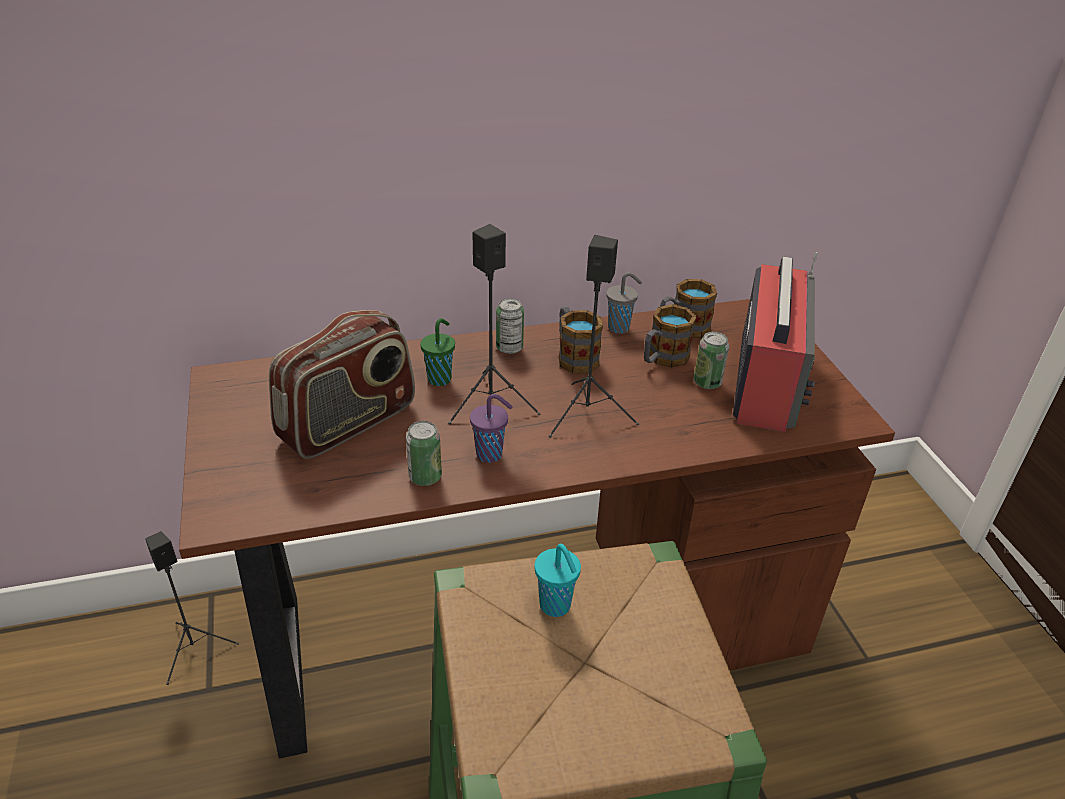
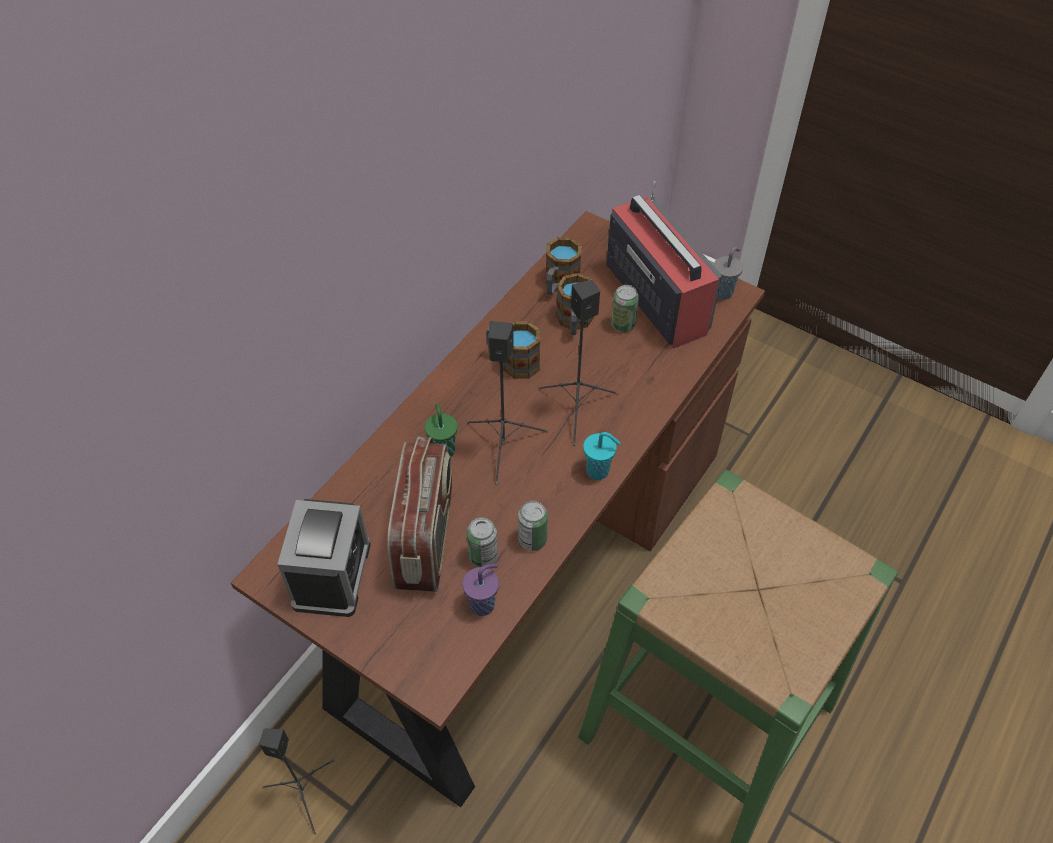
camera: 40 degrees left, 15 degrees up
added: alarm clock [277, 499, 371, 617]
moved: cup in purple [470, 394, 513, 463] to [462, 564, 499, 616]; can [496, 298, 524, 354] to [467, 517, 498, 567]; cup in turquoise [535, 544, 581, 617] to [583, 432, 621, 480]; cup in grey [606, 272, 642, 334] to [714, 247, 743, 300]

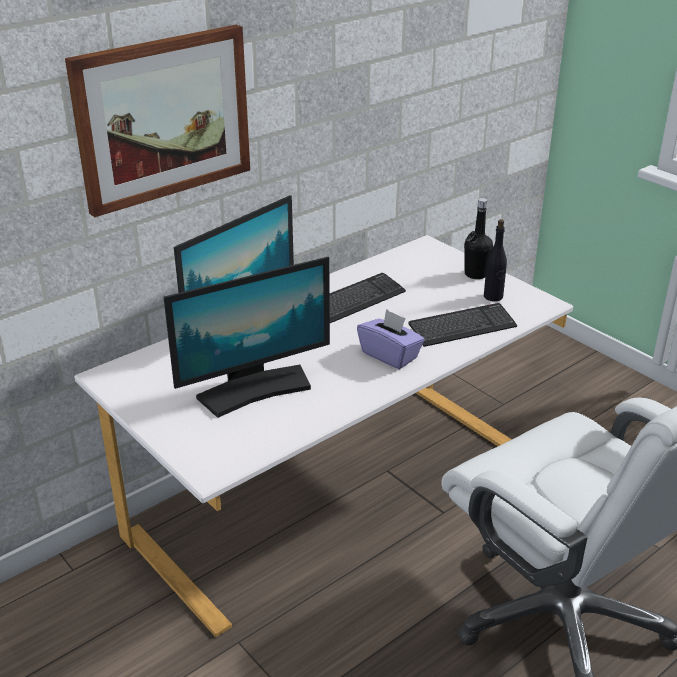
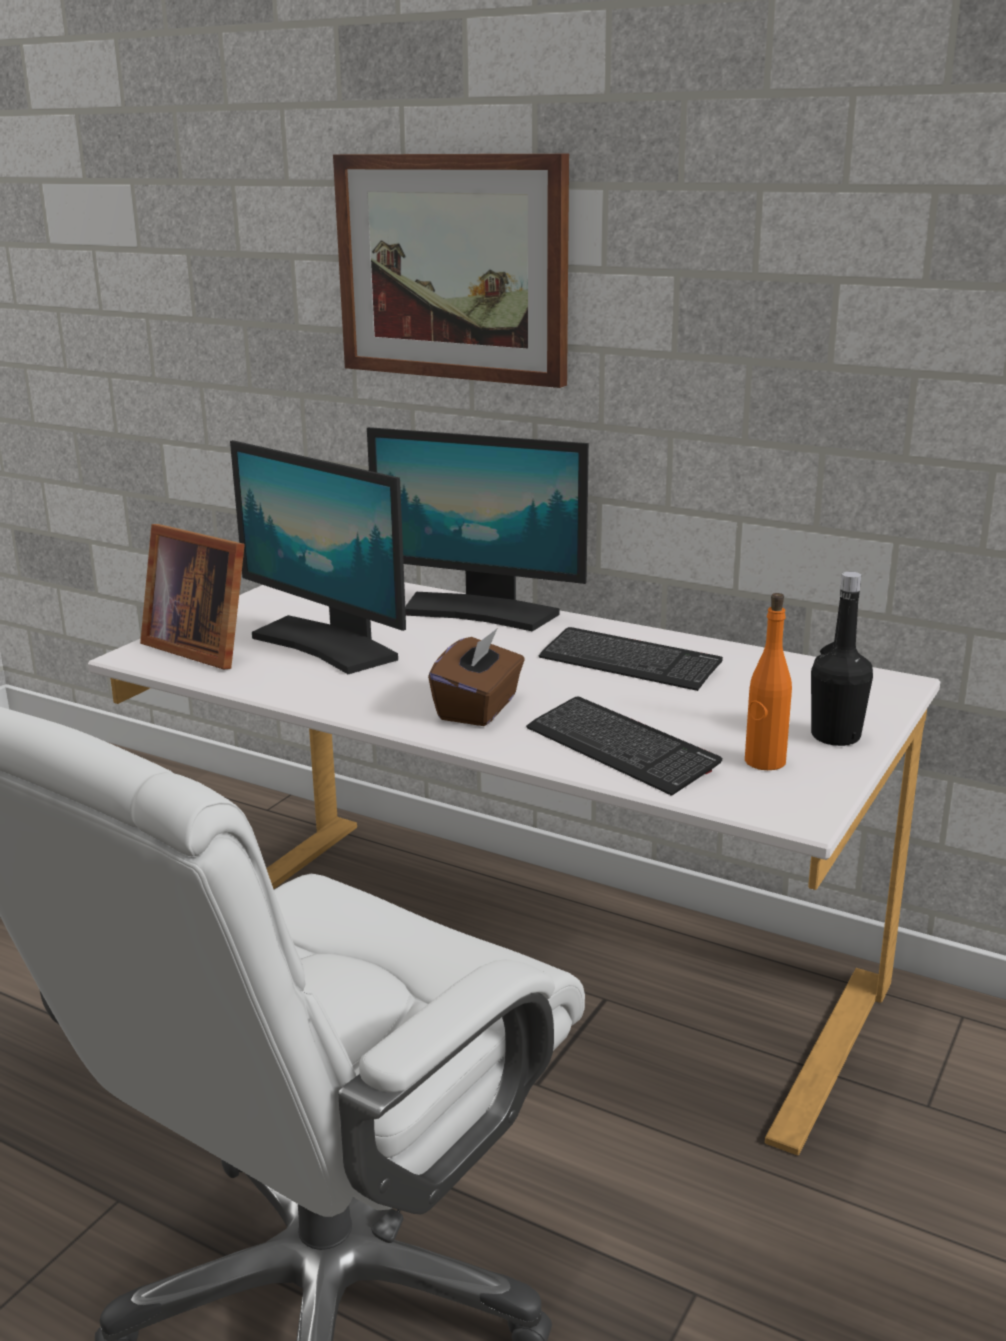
camera: 70 degrees right, 10 degrees down
added: picture frame [140, 524, 245, 669]
recoloured: tissue box in purple [357, 309, 425, 369] to tissue box in brown [428, 628, 525, 726]; bottle in black [484, 219, 507, 301] to bottle in orange [745, 593, 792, 770]

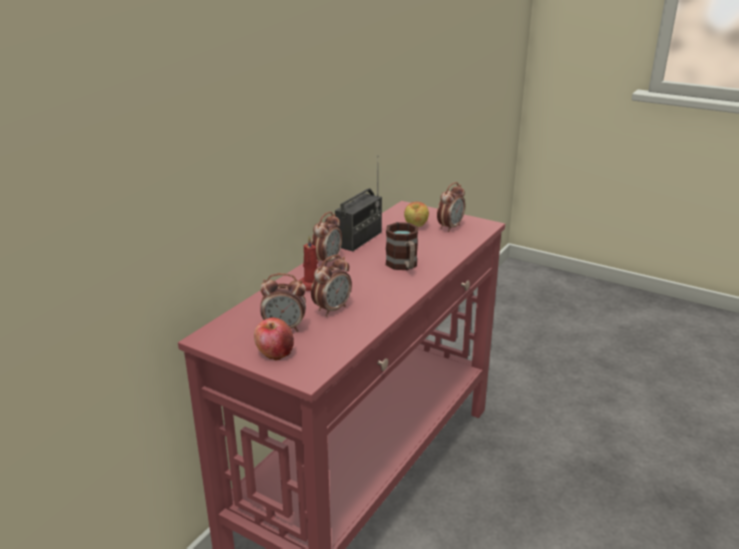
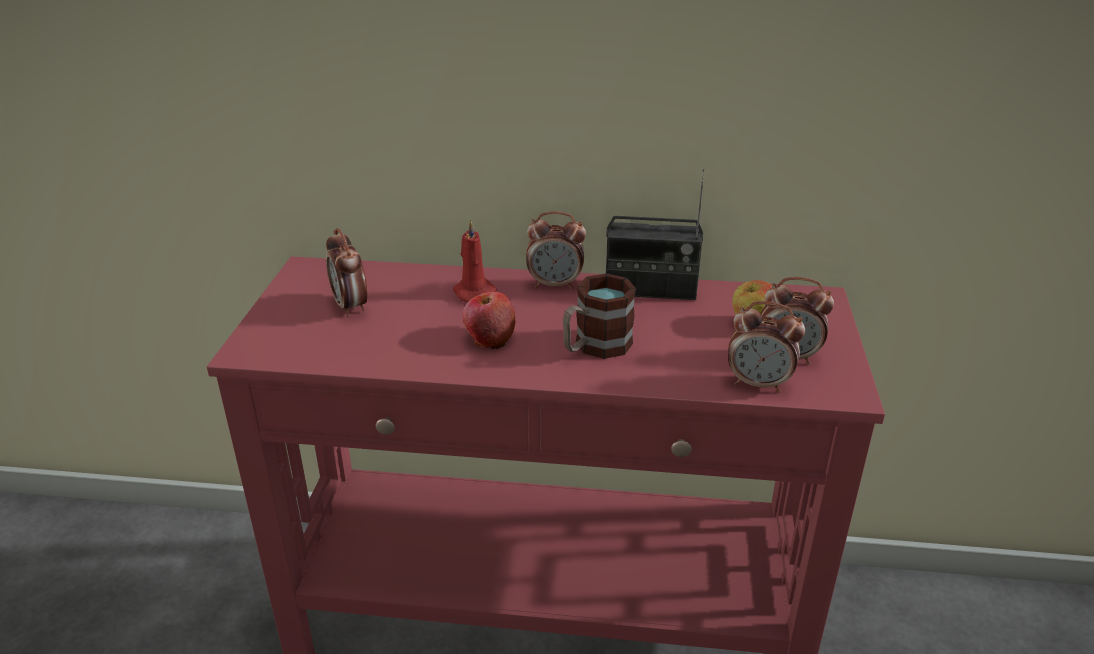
camera: 65 degrees right, 5 degrees up
moved: apple [254, 317, 294, 361] to [463, 292, 516, 349]; alarm clock [311, 254, 352, 316] to [728, 301, 805, 393]

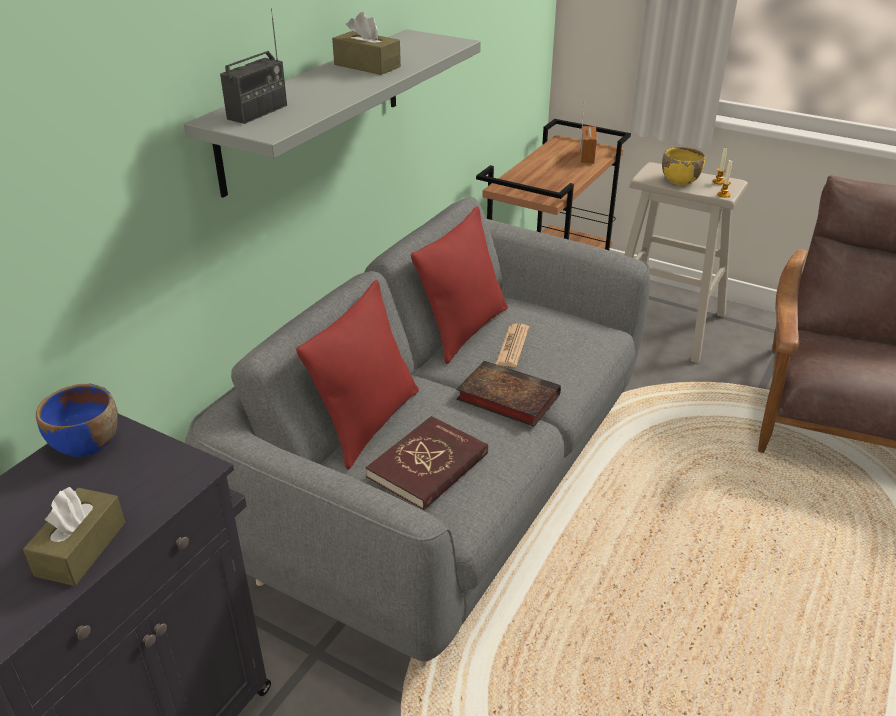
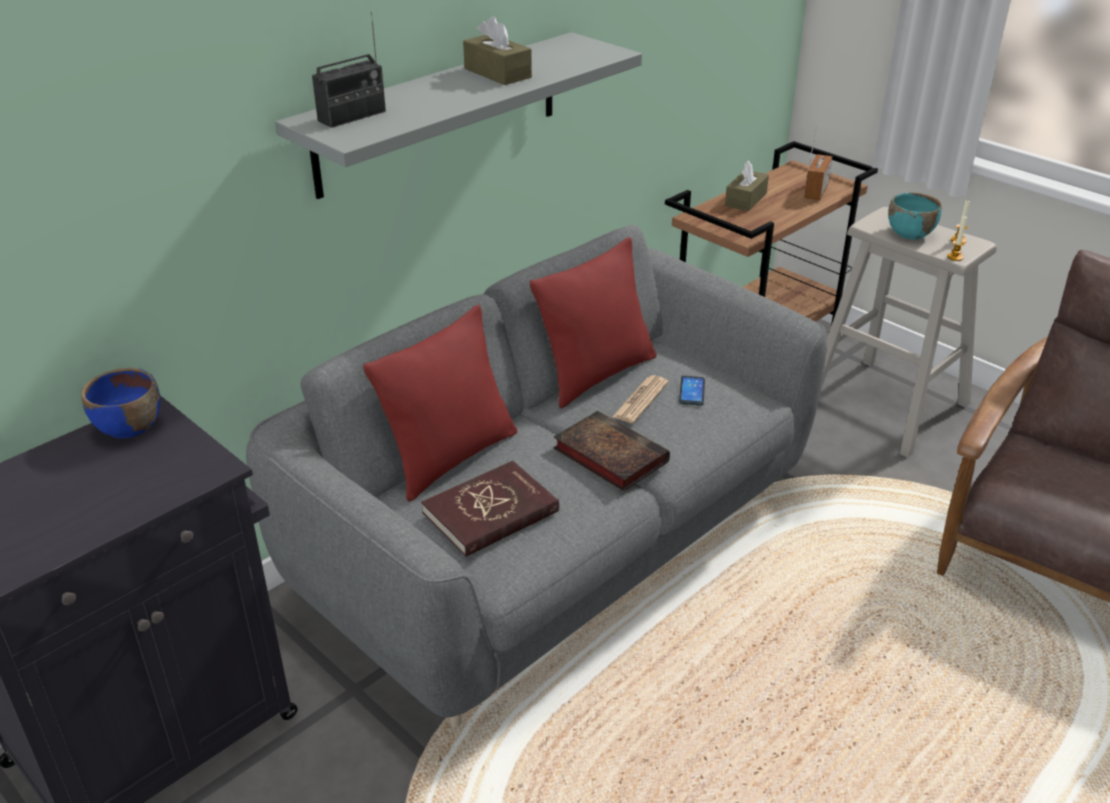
camera: 15 degrees right, 0 degrees up
added: phone [679, 376, 705, 406]
moved: tissue box in brown [23, 487, 125, 586] to [725, 160, 769, 211]
recoloured: bowl in yellow [662, 147, 705, 185] to bowl in turquoise [888, 193, 942, 240]

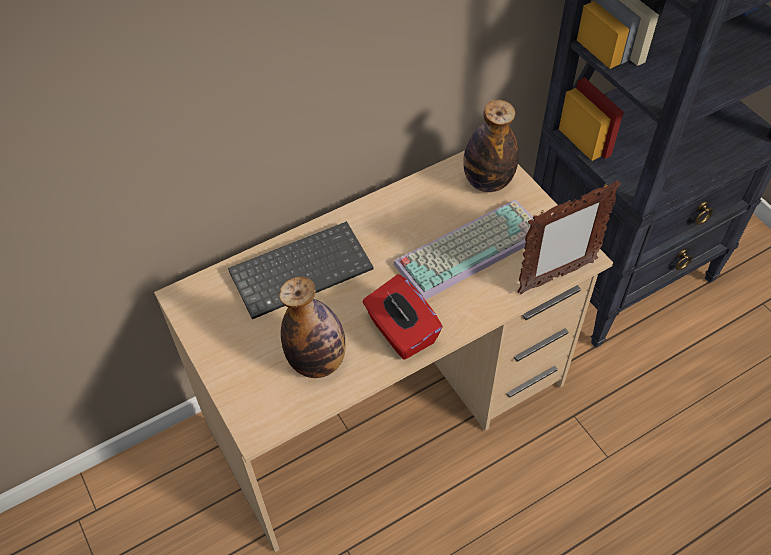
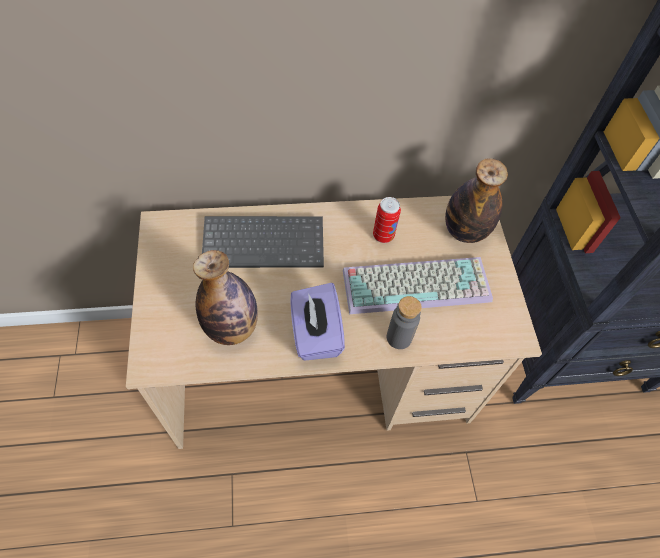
camera: 20 degrees right, 5 degrees up
removed: picture frame [517, 180, 621, 294]
added: can [373, 197, 401, 243]; bottle in grey [387, 296, 422, 349]
recoloured: tissue box in red [363, 274, 443, 359] to tissue box in purple [290, 283, 345, 361]

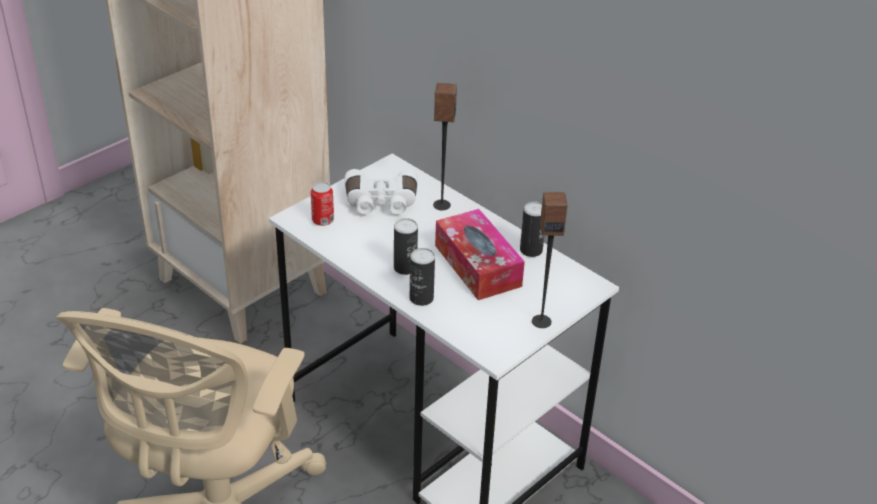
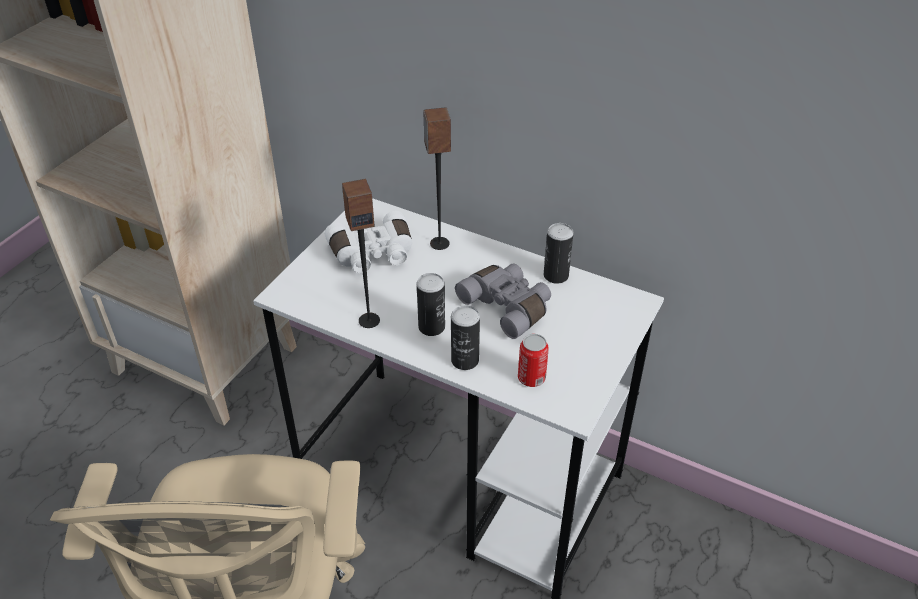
camera: 15 degrees left, 5 degrees up
moved: can [311, 182, 334, 226] to [518, 334, 549, 387]; speaker [532, 192, 567, 328] to [342, 178, 380, 328]
replaced: tissue box [435, 209, 525, 300] to binoculars in grey [455, 263, 551, 339]

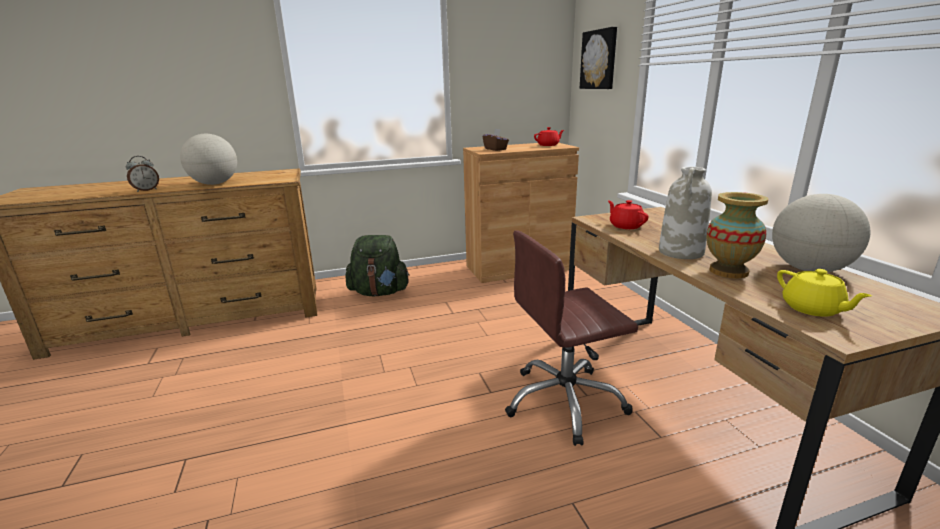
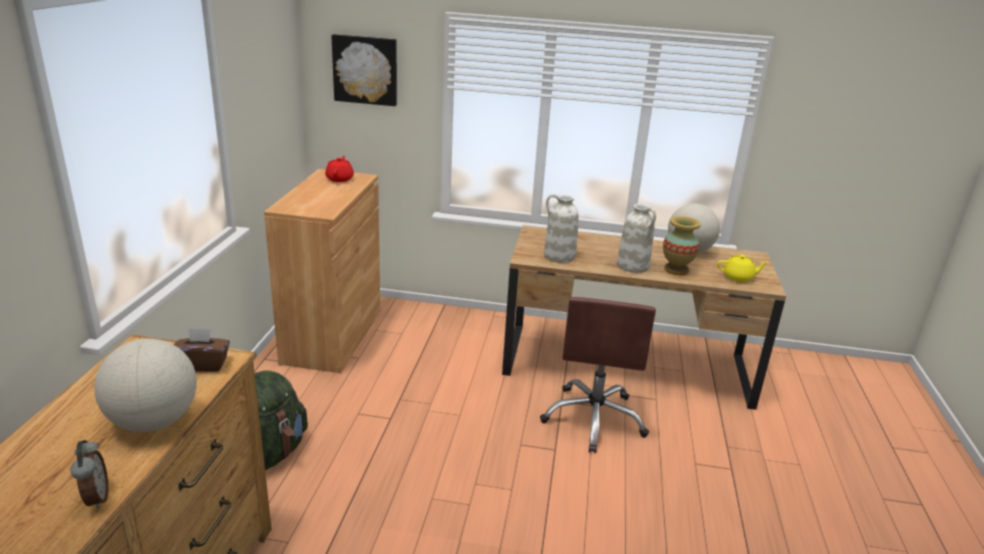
camera: 65 degrees left, 5 degrees up
moved: tissue box in brown [482, 129, 509, 151] to [173, 328, 230, 372]
replaced: teapot in red [608, 200, 648, 229] to vase in white [544, 194, 579, 263]

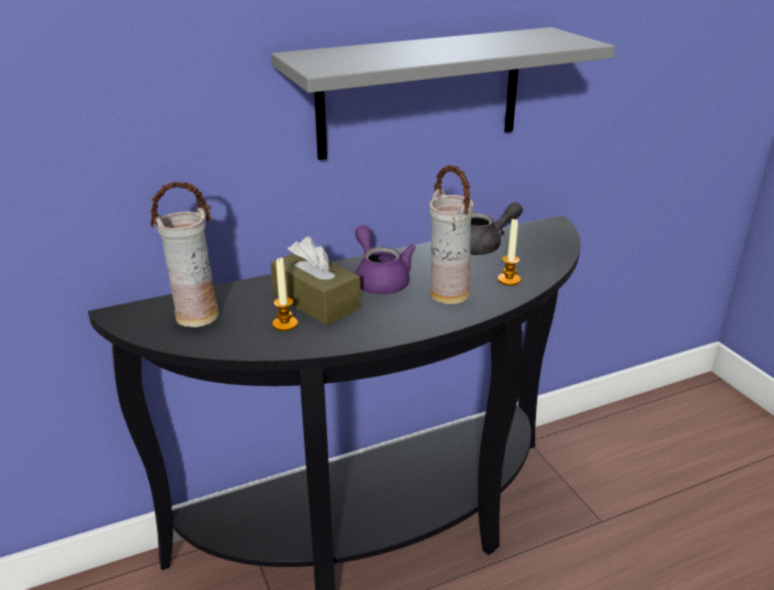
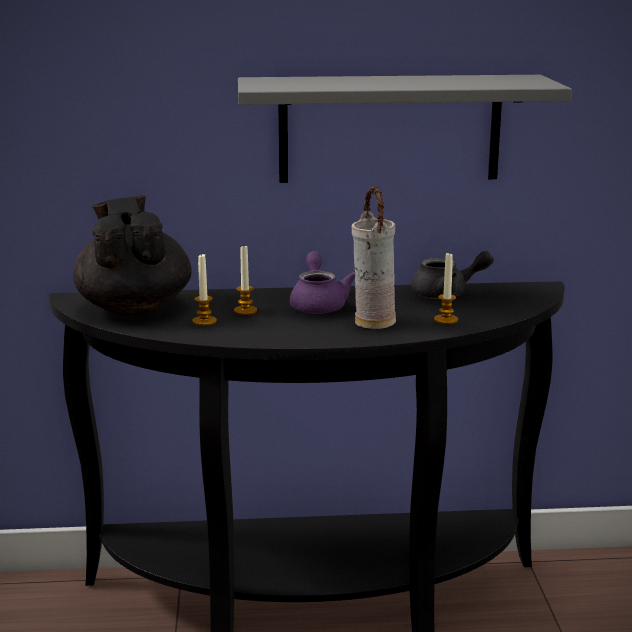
camera: 20 degrees right, 10 degrees down
replaced: vase [150, 182, 219, 327] to teapot in black [73, 195, 192, 315]; tissue box in brown [271, 237, 361, 326] to candle [234, 246, 257, 315]

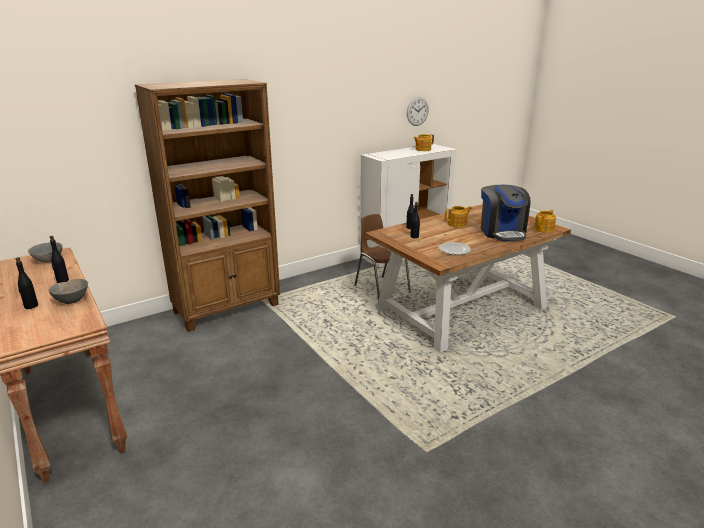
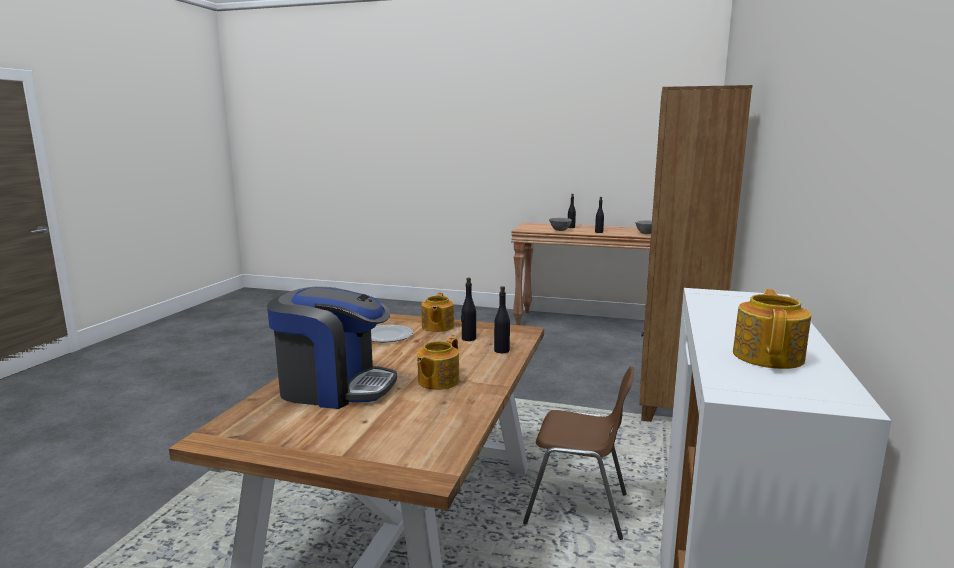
camera: 140 degrees right, 10 degrees down
removed: wall clock [407, 97, 429, 126]
moved: teapot [534, 210, 556, 233] to [421, 293, 454, 332]
turned: coffee machine [481, 185, 531, 241] = [267, 287, 397, 409] 150 degrees clockwise

